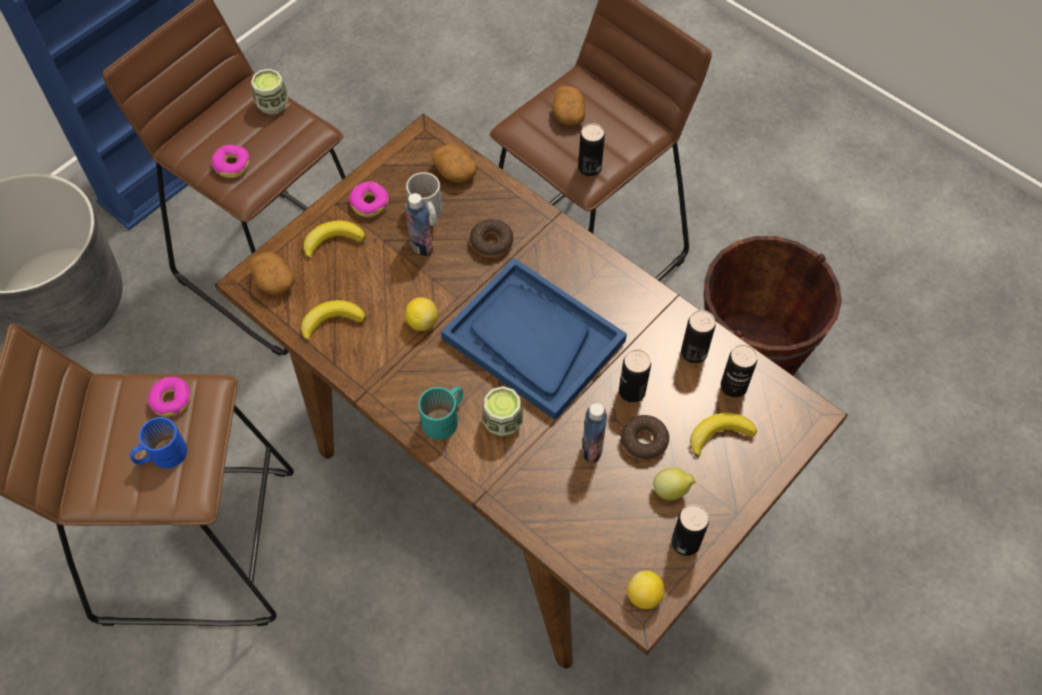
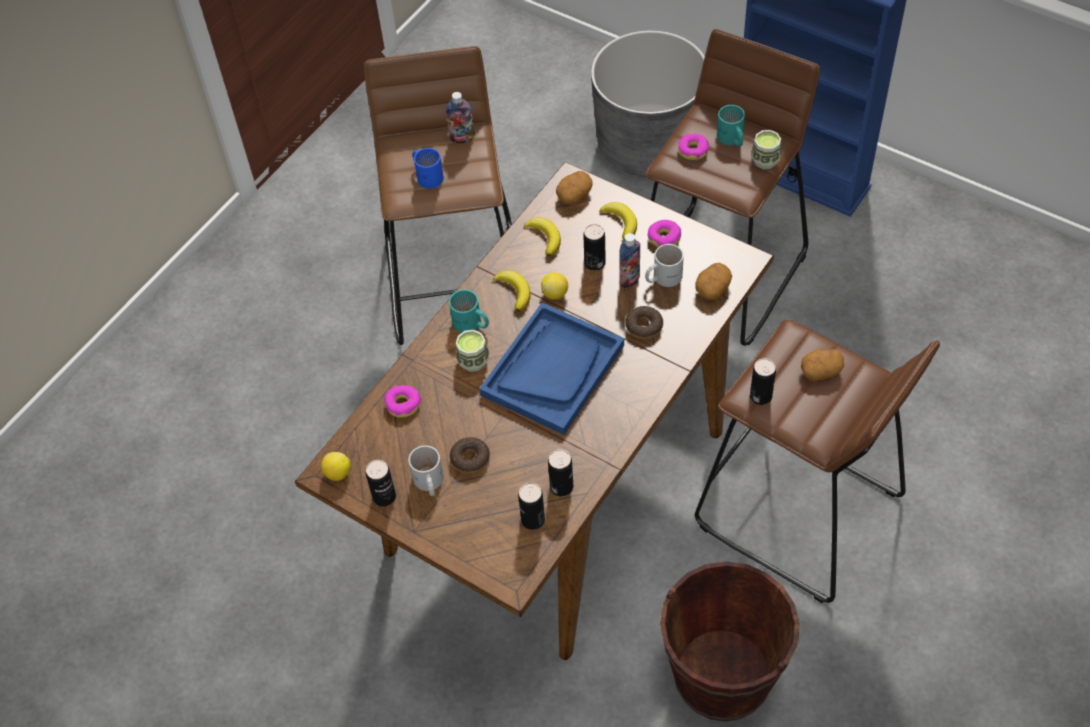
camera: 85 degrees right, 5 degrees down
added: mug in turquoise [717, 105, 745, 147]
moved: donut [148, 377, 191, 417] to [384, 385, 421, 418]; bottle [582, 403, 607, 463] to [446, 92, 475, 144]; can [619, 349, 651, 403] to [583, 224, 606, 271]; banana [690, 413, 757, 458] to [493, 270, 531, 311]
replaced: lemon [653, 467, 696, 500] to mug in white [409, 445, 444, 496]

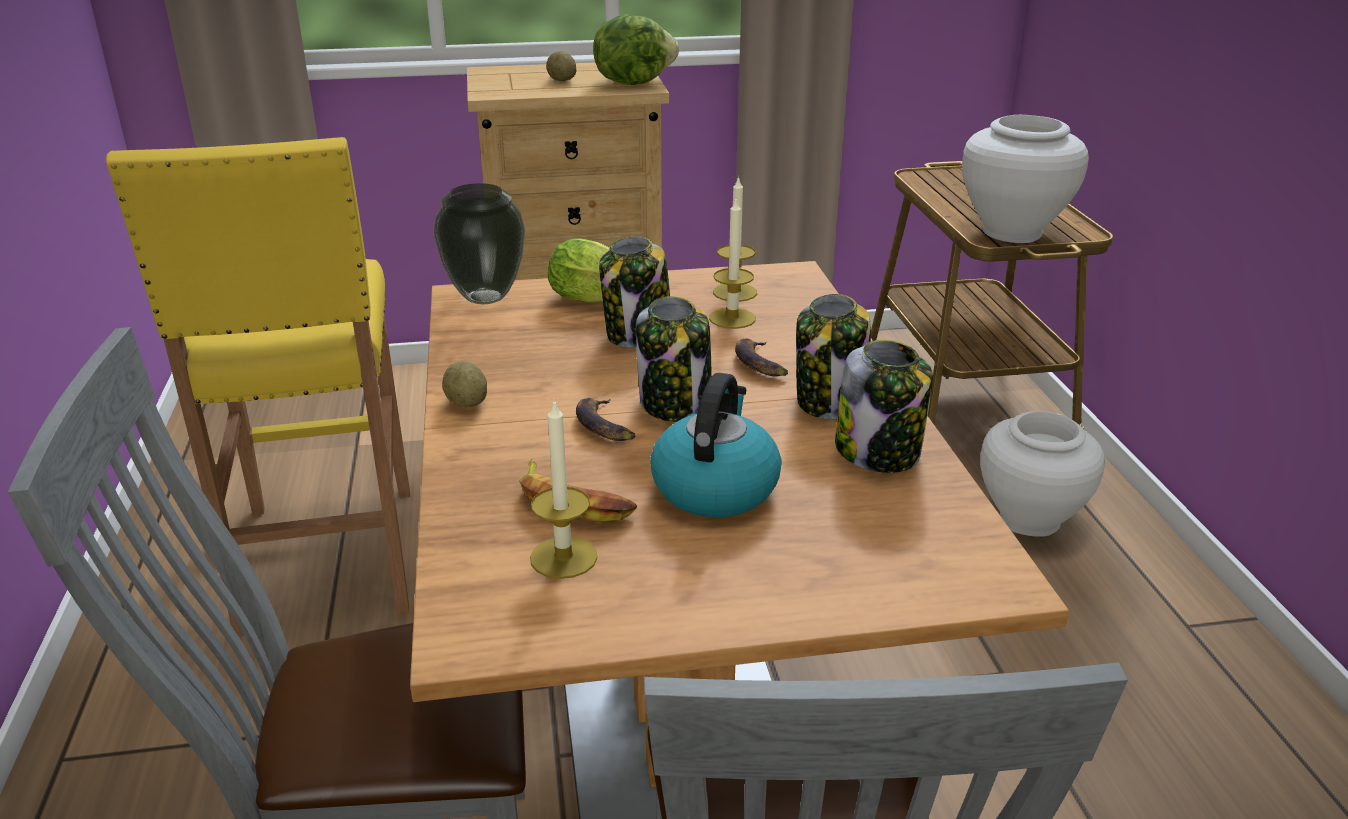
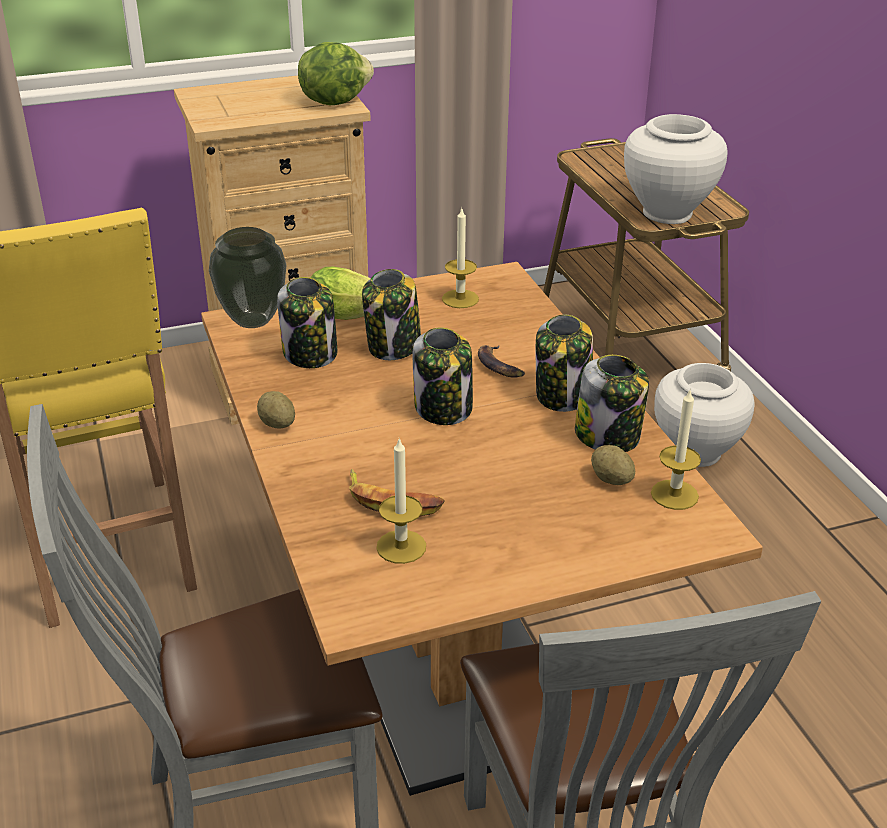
camera: 10 degrees left, 5 degrees up
removed: banana [576, 398, 635, 441]; kettle [650, 373, 782, 517]
added: jar [277, 277, 337, 368]
moved: potato [546, 51, 576, 81] to [591, 445, 635, 485]; candle [709, 199, 756, 329] to [651, 388, 701, 510]

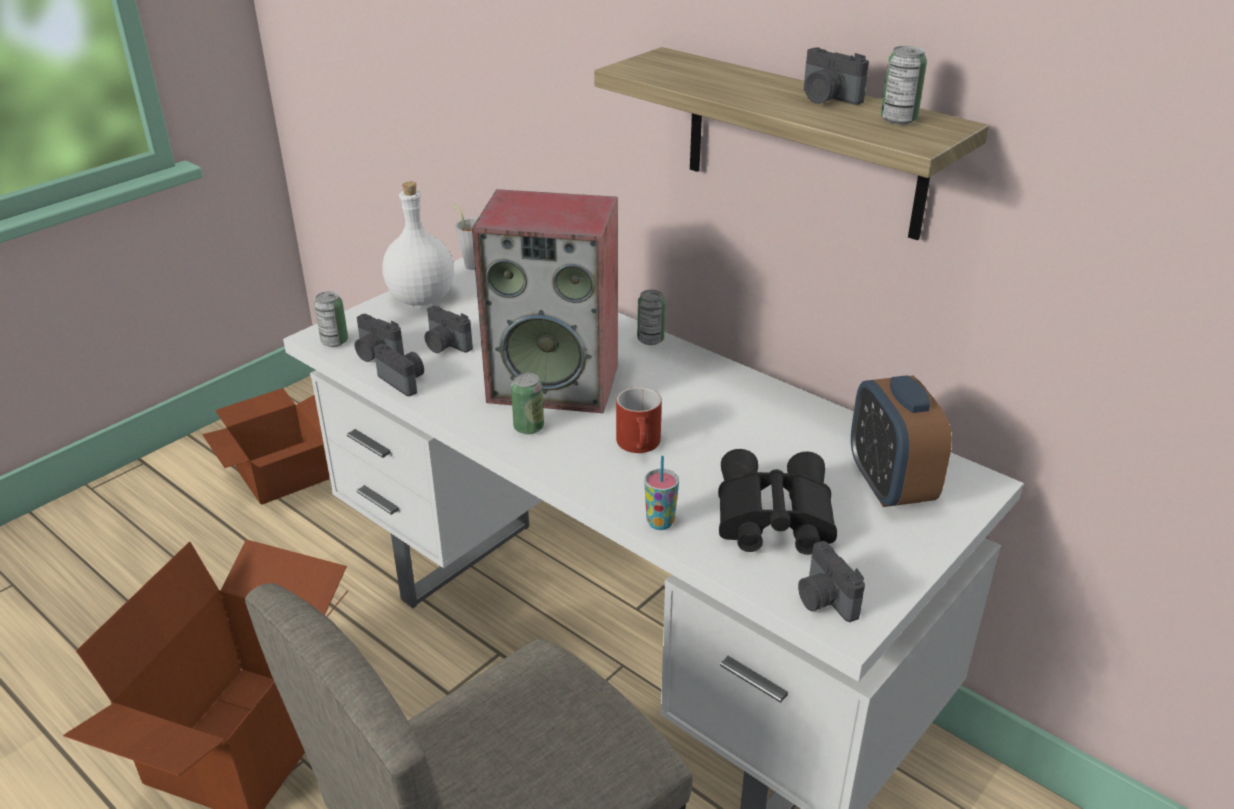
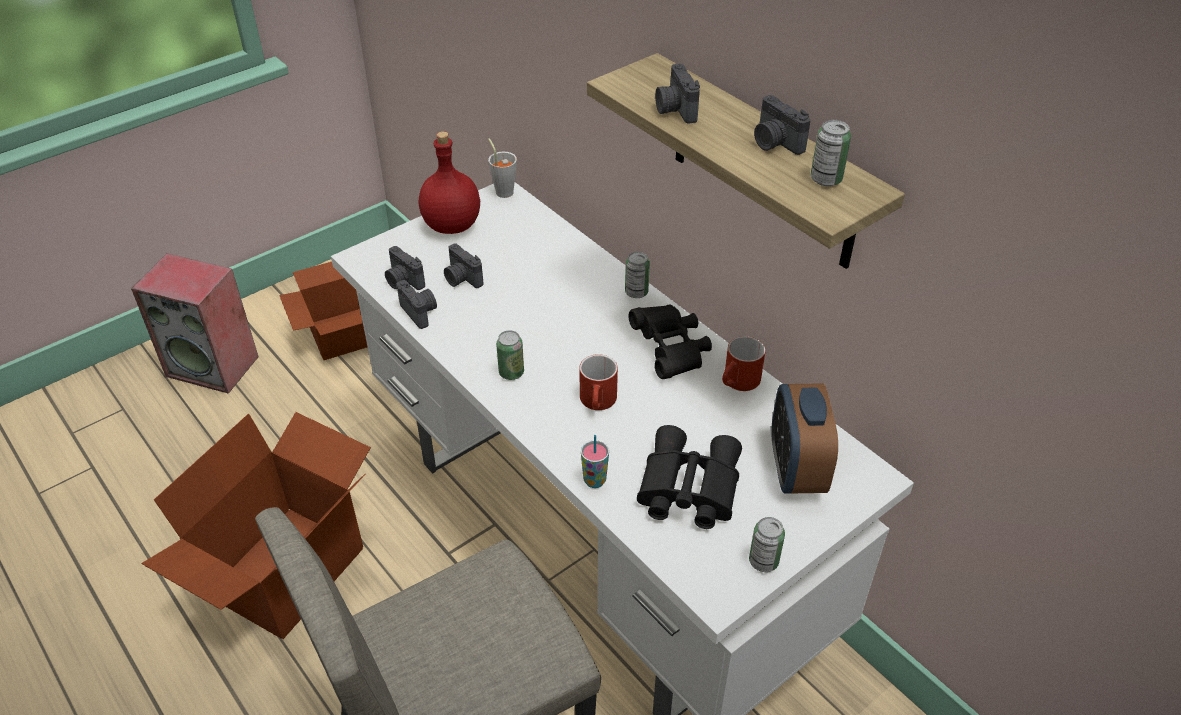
camera: 10 degrees right, 10 degrees up
added: binoculars in black [628, 304, 712, 379]; mug in red [722, 336, 765, 391]
moved: can [314, 291, 348, 347] to [749, 517, 785, 572]; speaker [472, 189, 618, 413] to [131, 253, 259, 394]; photo camera [798, 541, 865, 622] to [655, 64, 700, 124]
recoloured: bottle in white [383, 182, 454, 306] to bottle in red [419, 131, 480, 234]

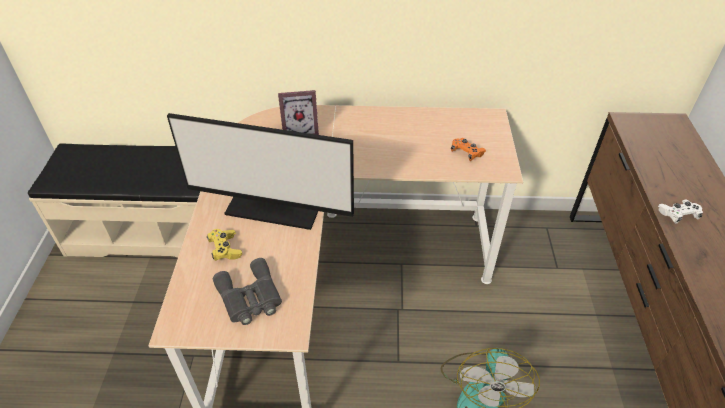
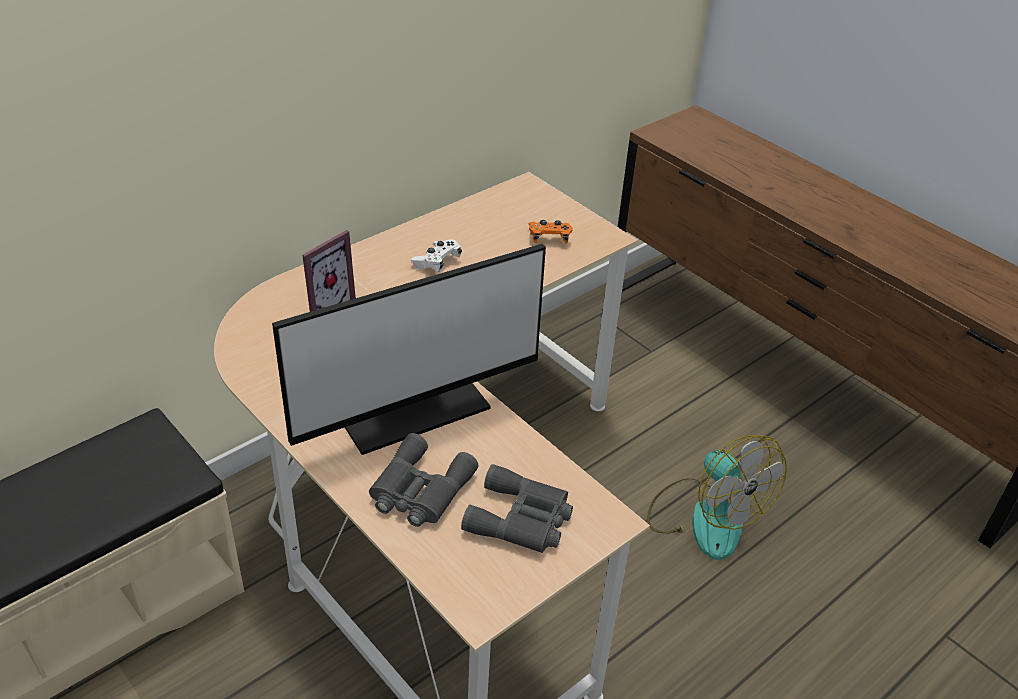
camera: 45 degrees left, 5 degrees down
moved: game controller in white [658, 200, 703, 224] to [411, 240, 462, 272]
replaced: game controller in yellow [207, 229, 242, 261] to binoculars in grey [369, 433, 478, 527]

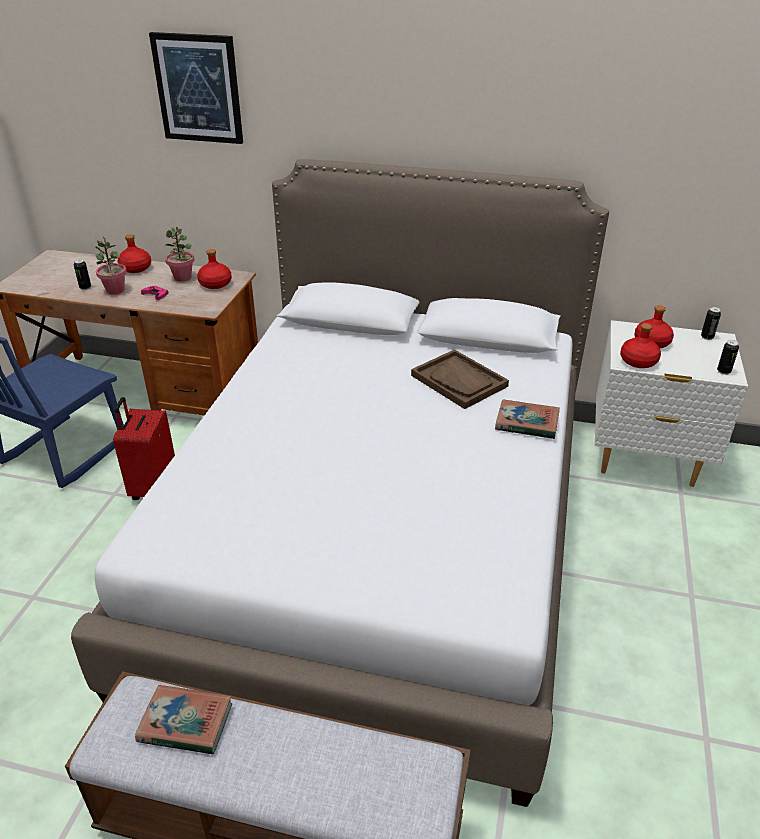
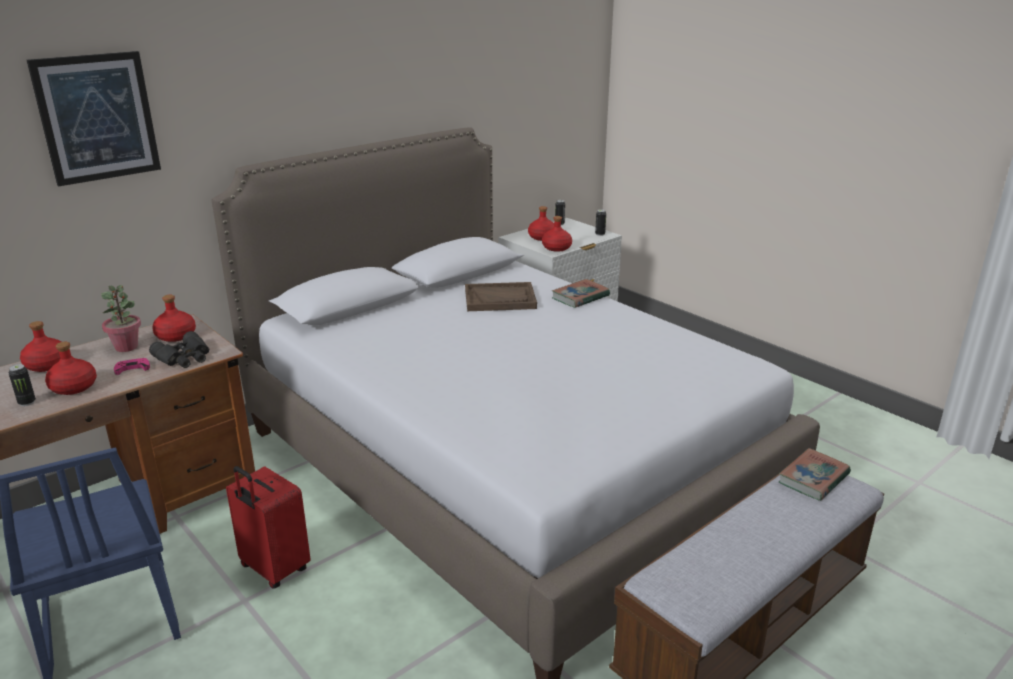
camera: 55 degrees left, 10 degrees down
added: binoculars in black [149, 331, 210, 368]
moved: book [135, 685, 232, 754] to [779, 448, 851, 501]
replaced: potted plant [95, 237, 127, 295] to bottle in red [45, 342, 97, 395]

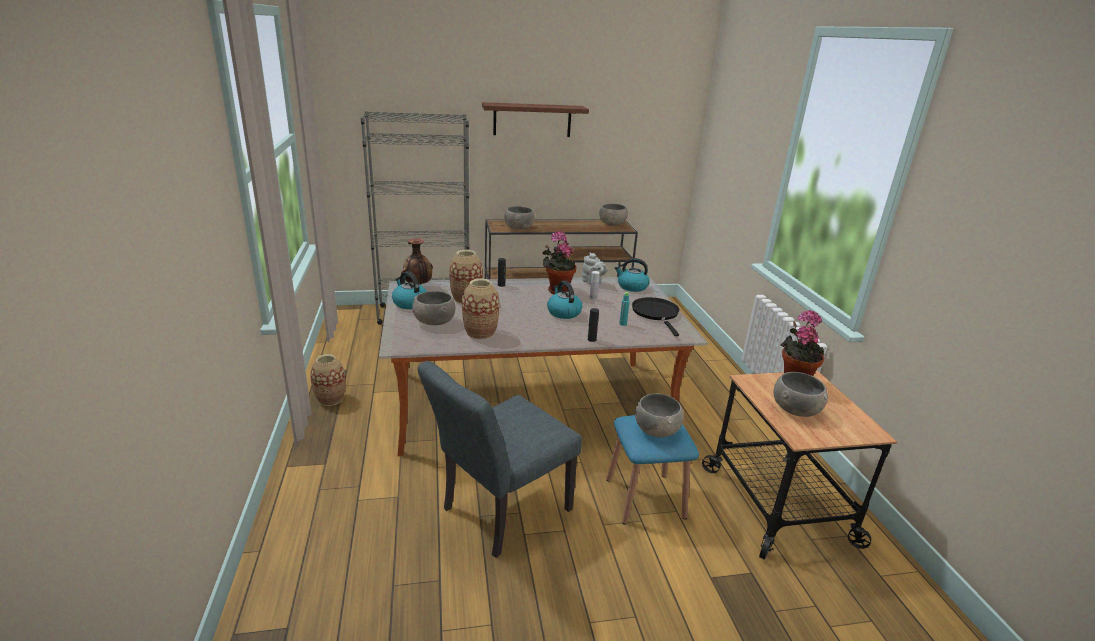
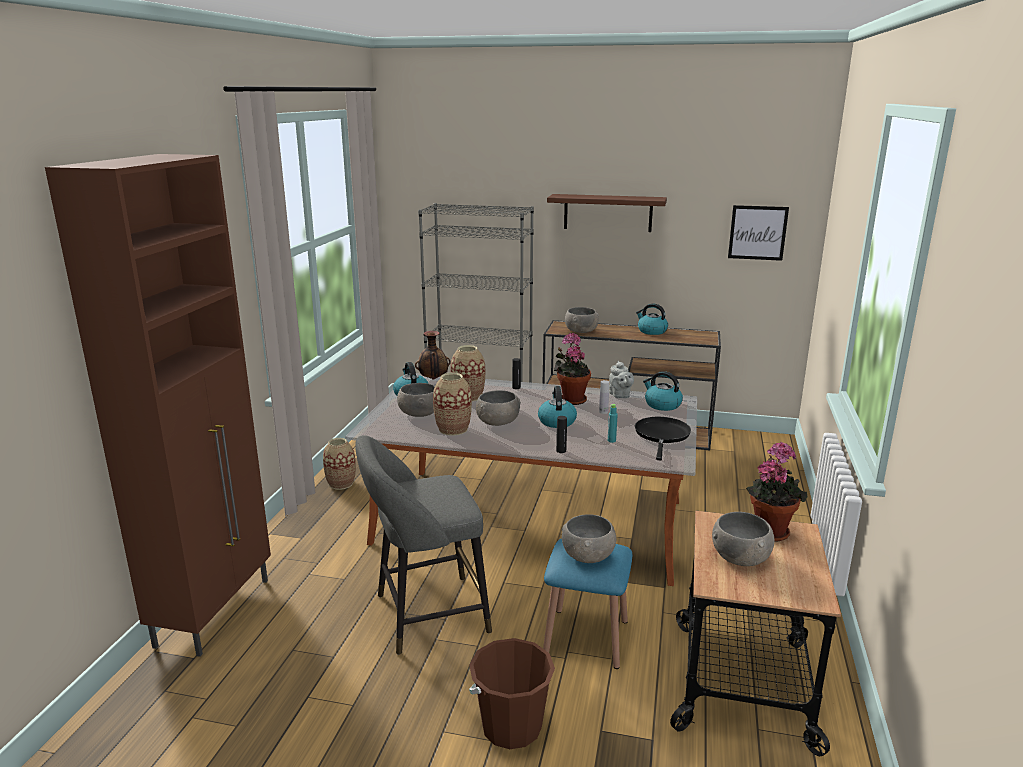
camera: 25 degrees right, 5 degrees down
added: cabinet in brown [45, 154, 271, 657]; bucket in brown [469, 638, 555, 749]; kettle [636, 303, 668, 335]; picture [728, 205, 789, 261]
moved: bowl in grey [599, 204, 628, 225] to [476, 390, 521, 426]
replaced: chair in grey [417, 361, 582, 558] to stool in grey [355, 435, 492, 655]

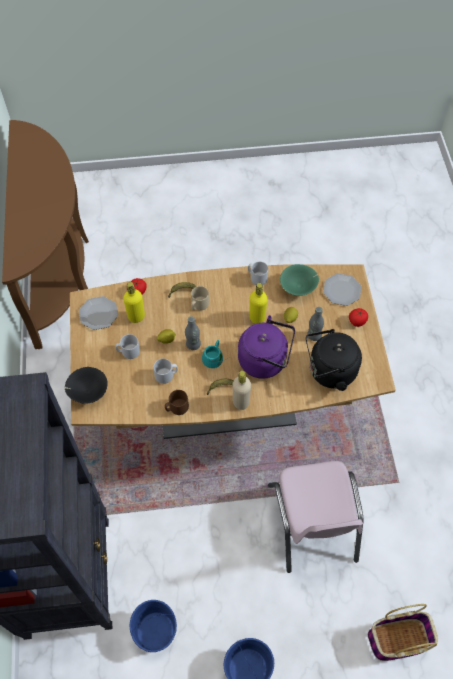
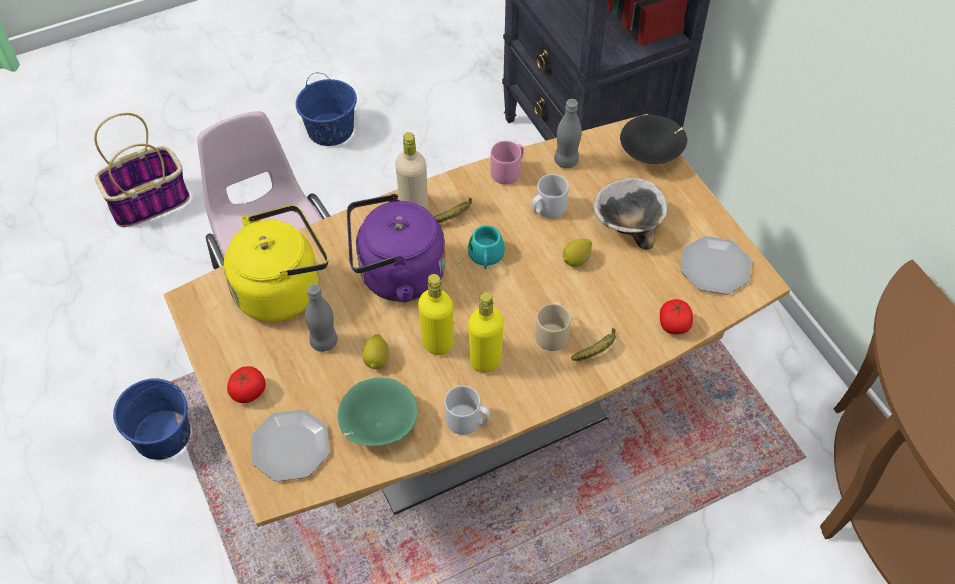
camera: 160 degrees right, 5 degrees down
moved: bottle in yellow [123, 282, 145, 323] to [468, 292, 504, 373]; bucket in blue [130, 600, 177, 652] to [113, 378, 190, 460]; bottle in grey [185, 316, 201, 350] to [554, 99, 582, 168]
replaced: mug in grey [115, 334, 140, 359] to bowl [593, 178, 668, 250]
recoloured: mug in brown [165, 390, 189, 415] to mug in pink [490, 141, 524, 184]; kettle in black [306, 329, 362, 391] to kettle in yellow [224, 205, 328, 322]

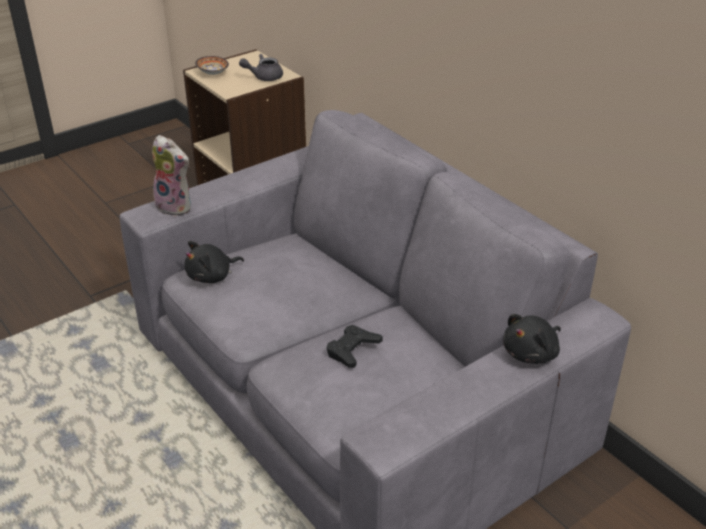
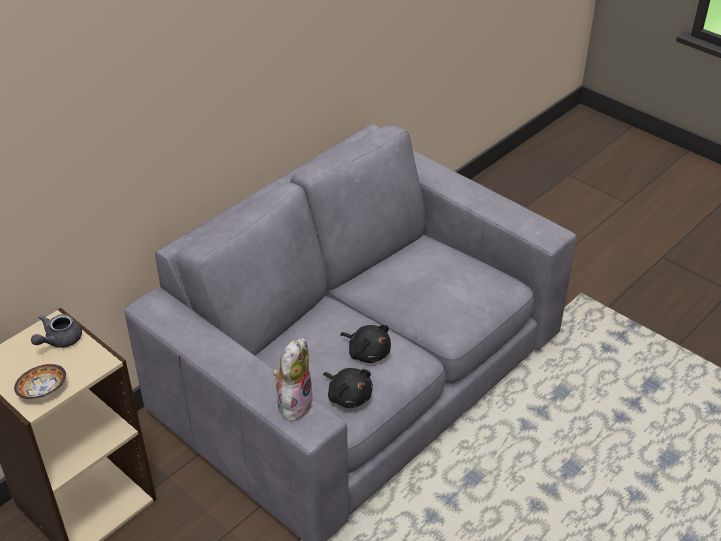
camera: 100 degrees left, 5 degrees up
removed: game controller in black [327, 325, 383, 368]
moved: plush toy in black [503, 314, 561, 364] to [340, 325, 391, 363]
turned: teapot in grey [239, 54, 283, 81] = [31, 314, 82, 348] 60 degrees clockwise

